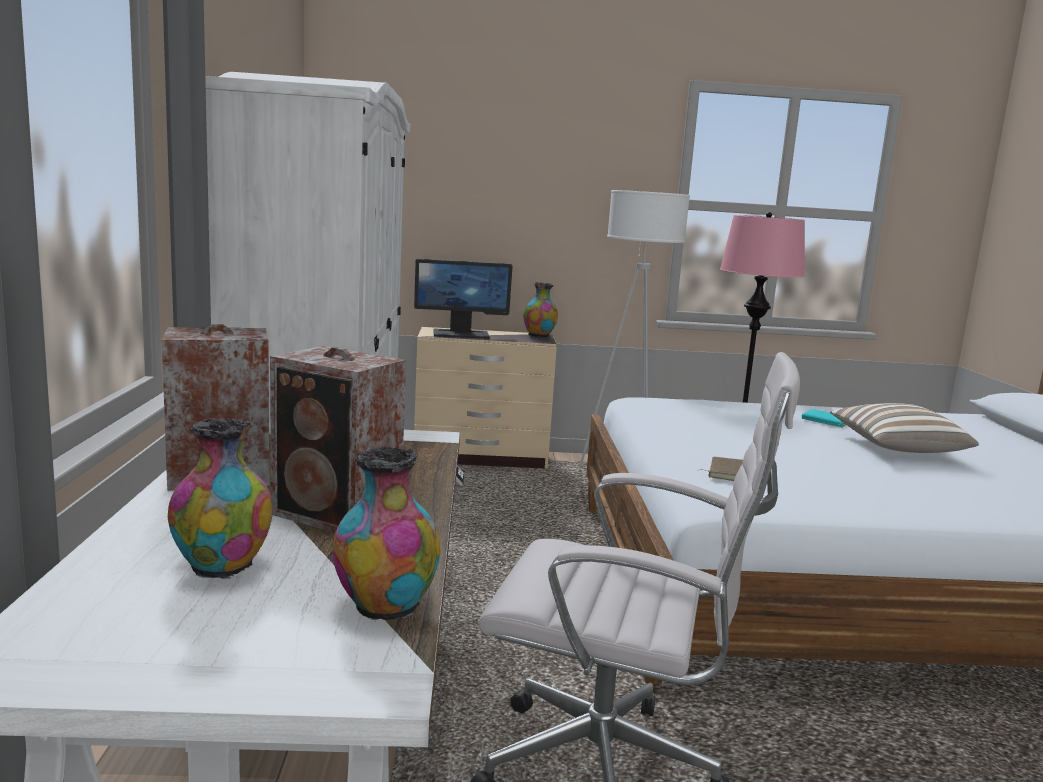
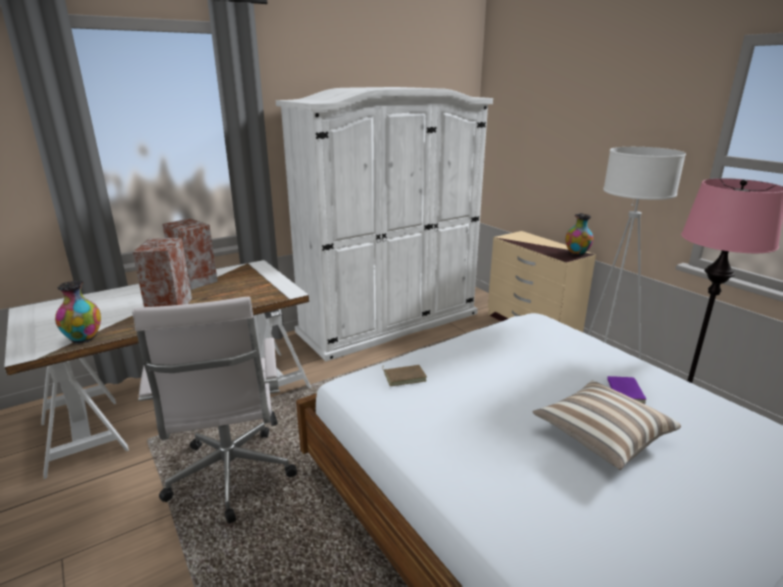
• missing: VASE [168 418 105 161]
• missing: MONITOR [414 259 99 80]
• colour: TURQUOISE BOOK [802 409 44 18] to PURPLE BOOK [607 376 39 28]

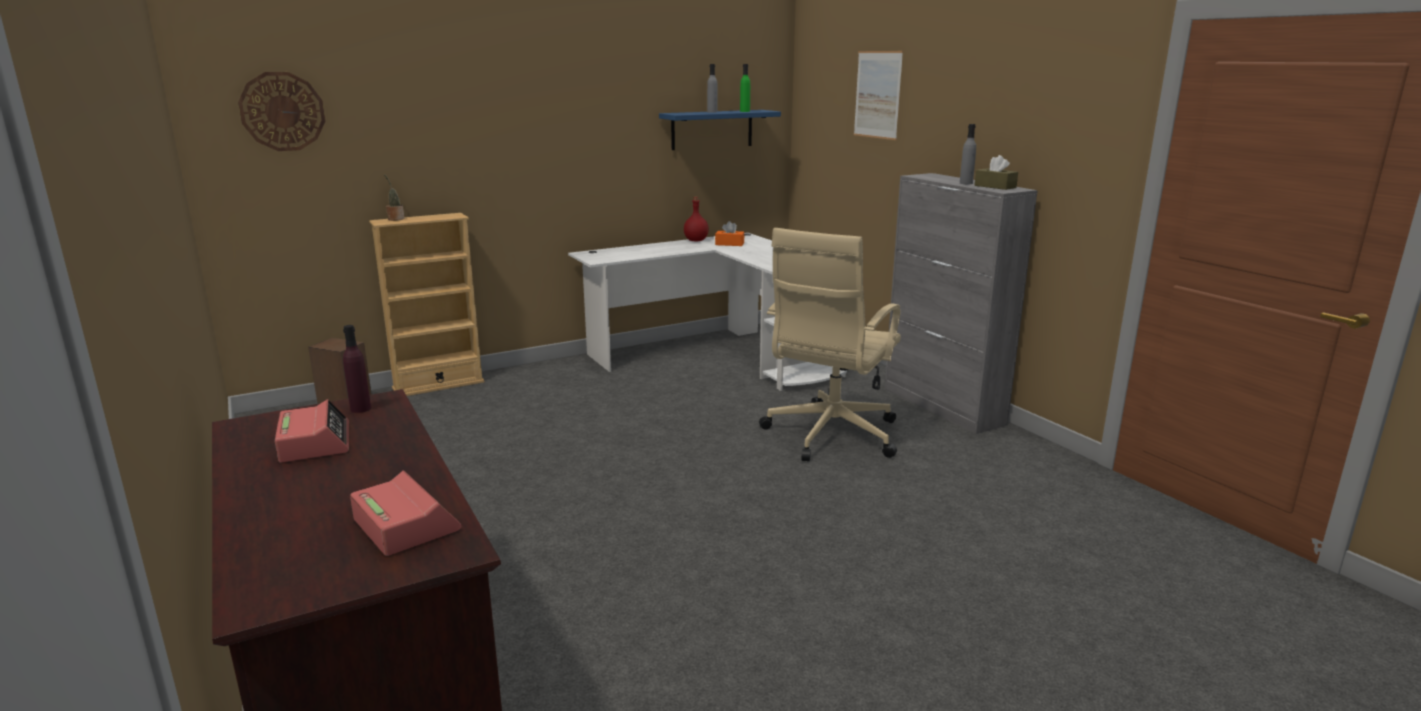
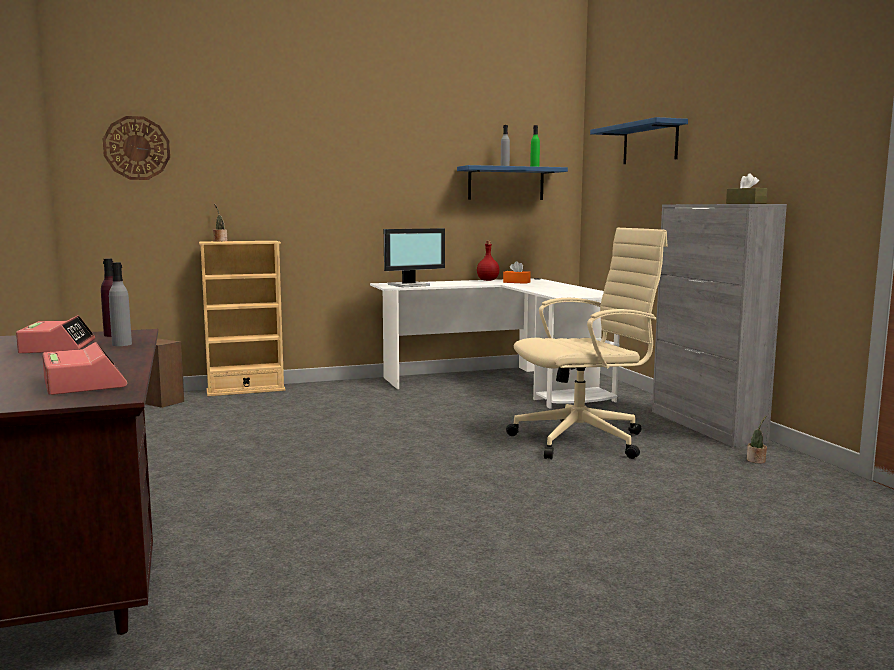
• appeared: MONITOR [384 228 61 59]
• appeared: POTTED PLANT [747 416 20 48]
• relocated: GREY BOTTLE [960 124 16 60] to [109 262 23 84]
• exchanged: PICTURE [854 51 49 89] to BLUE SHELF [590 117 98 47]
• spun: BEIGE OFFICE CHAIR [759 228 142 234] = [506 228 162 231] 150 degrees counterclockwise

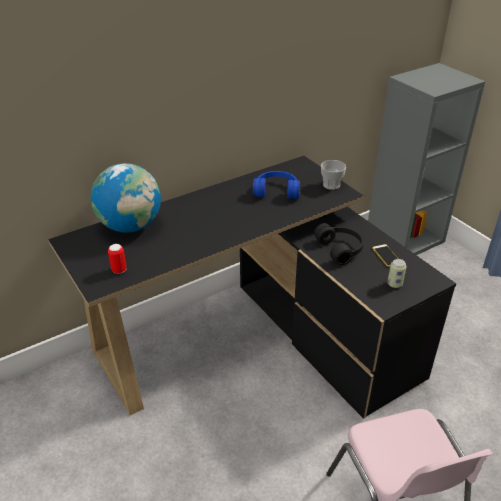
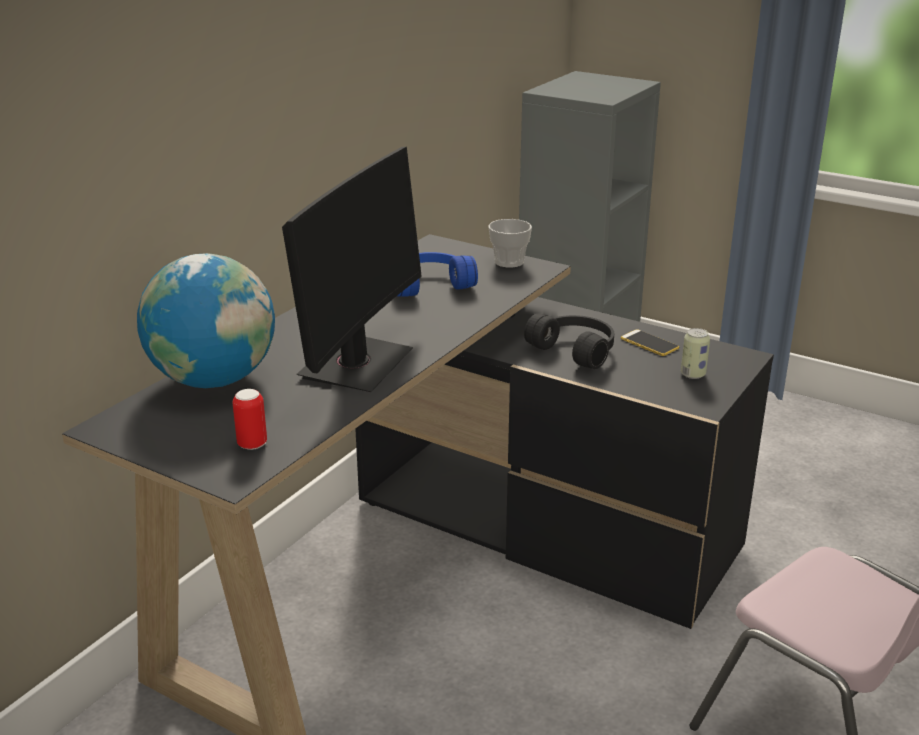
• appeared: MONITOR [282 147 140 245]

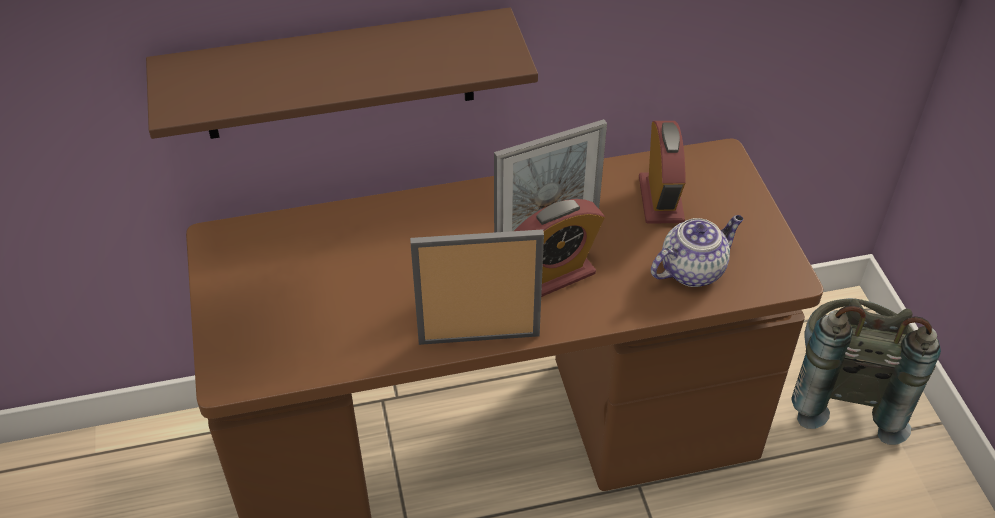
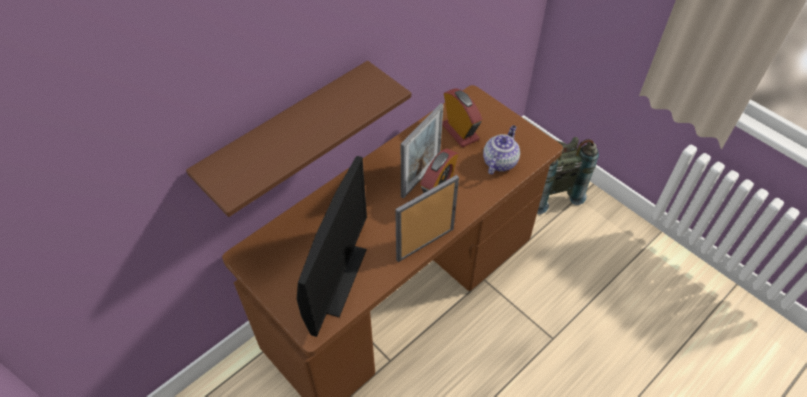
• appeared: MONITOR [297 156 70 181]

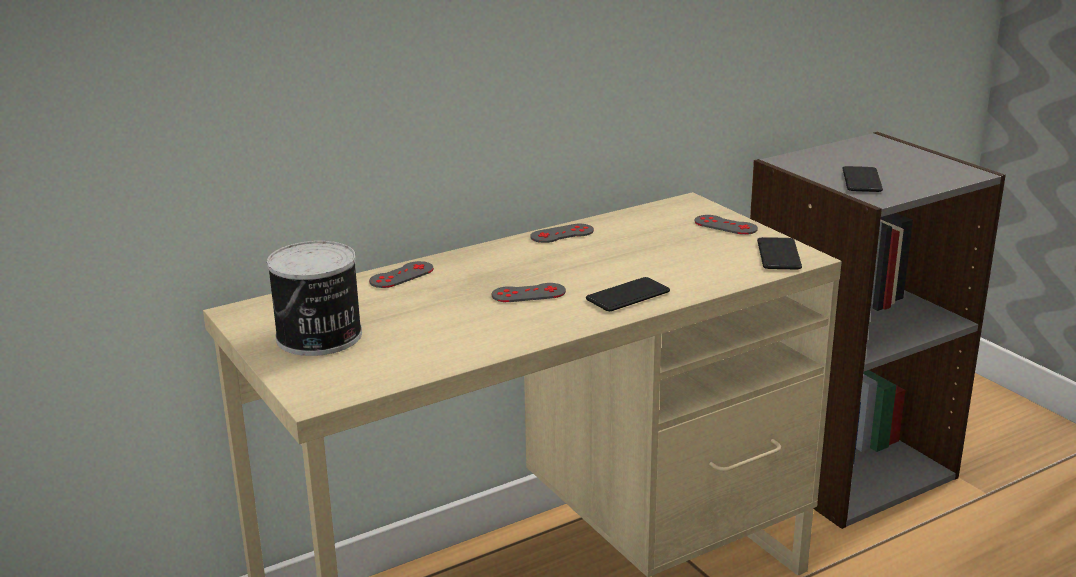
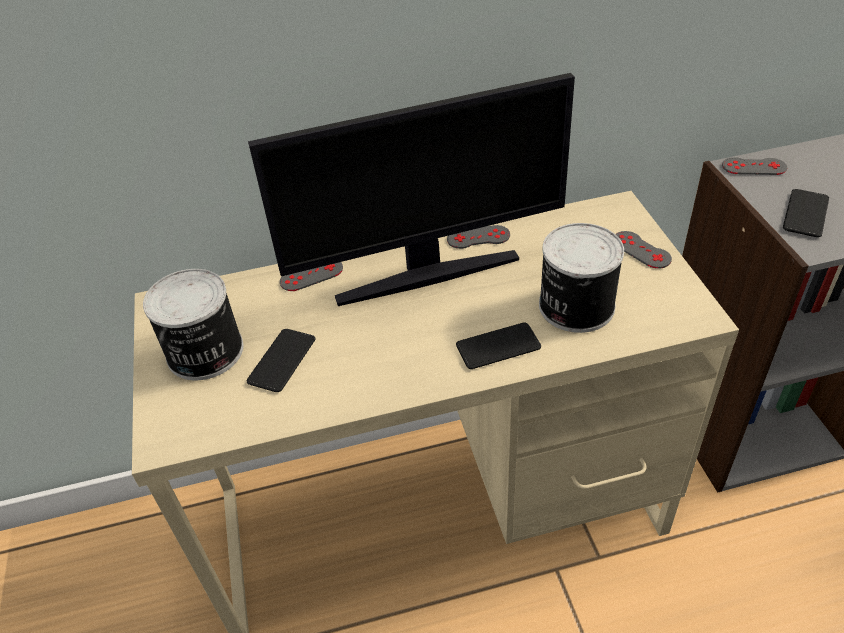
• appeared: MONITOR [248 73 327 233]
• appeared: CAN [539 223 85 110]
• relocated: GREY GAME CONTROLLER [492 283 74 19] to [722 157 65 18]
• relocated: PHONE [757 237 45 32] to [247 329 68 63]

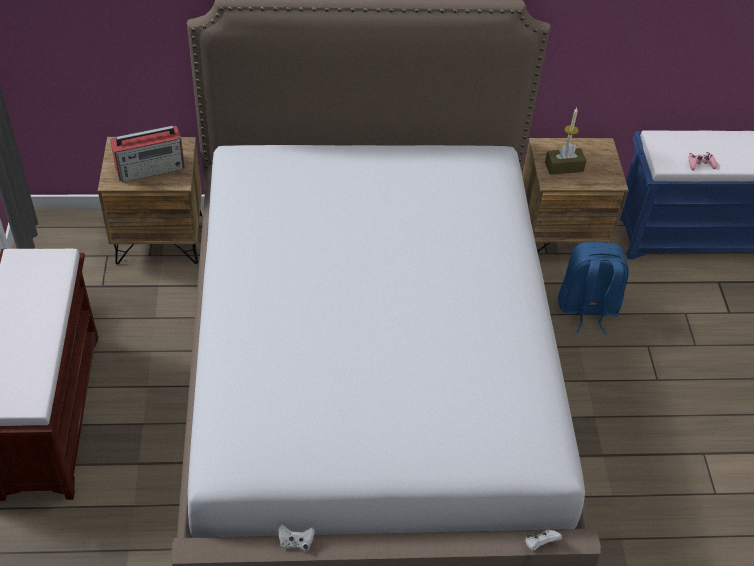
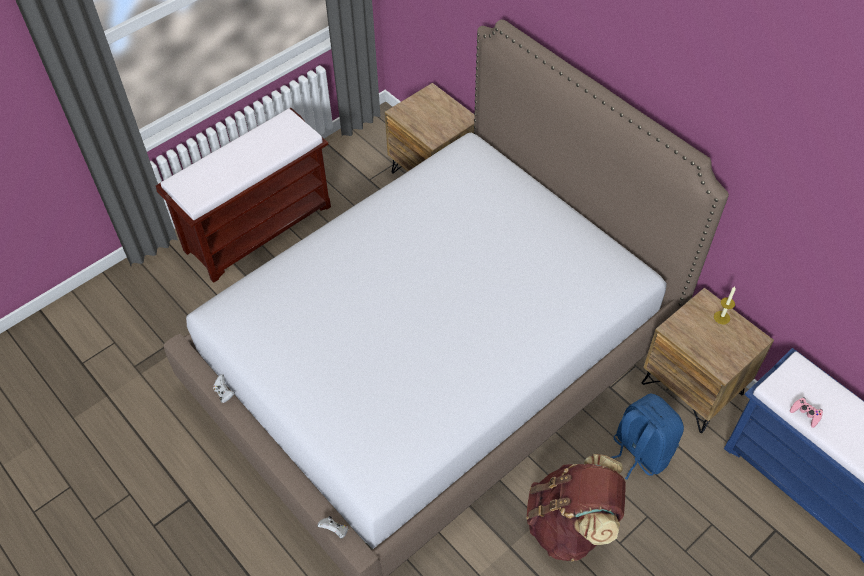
• missing: RADIO [110 126 75 56]
• missing: BROWN TISSUE BOX [545 143 41 32]
• appeared: BROWN BACKPACK [526 454 100 107]

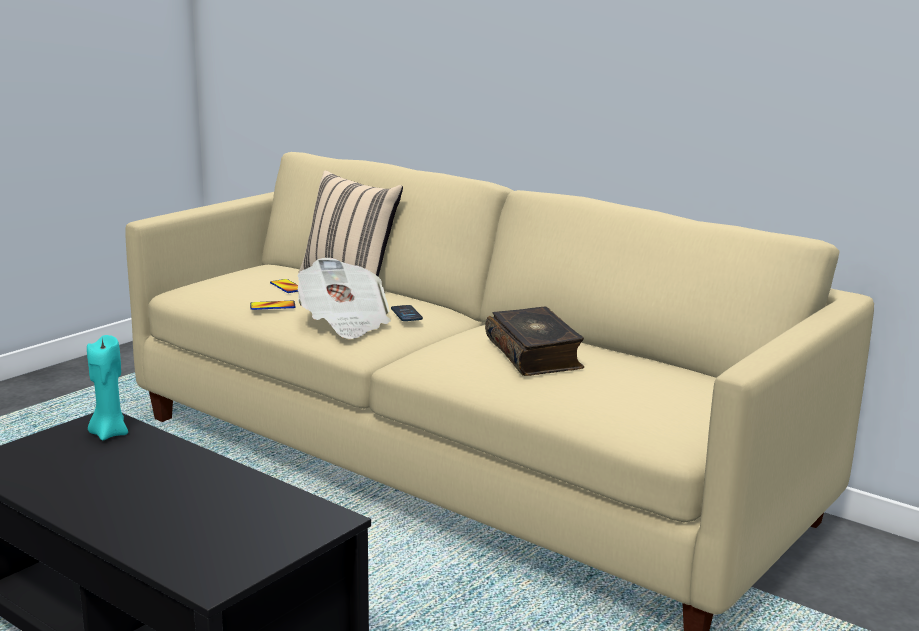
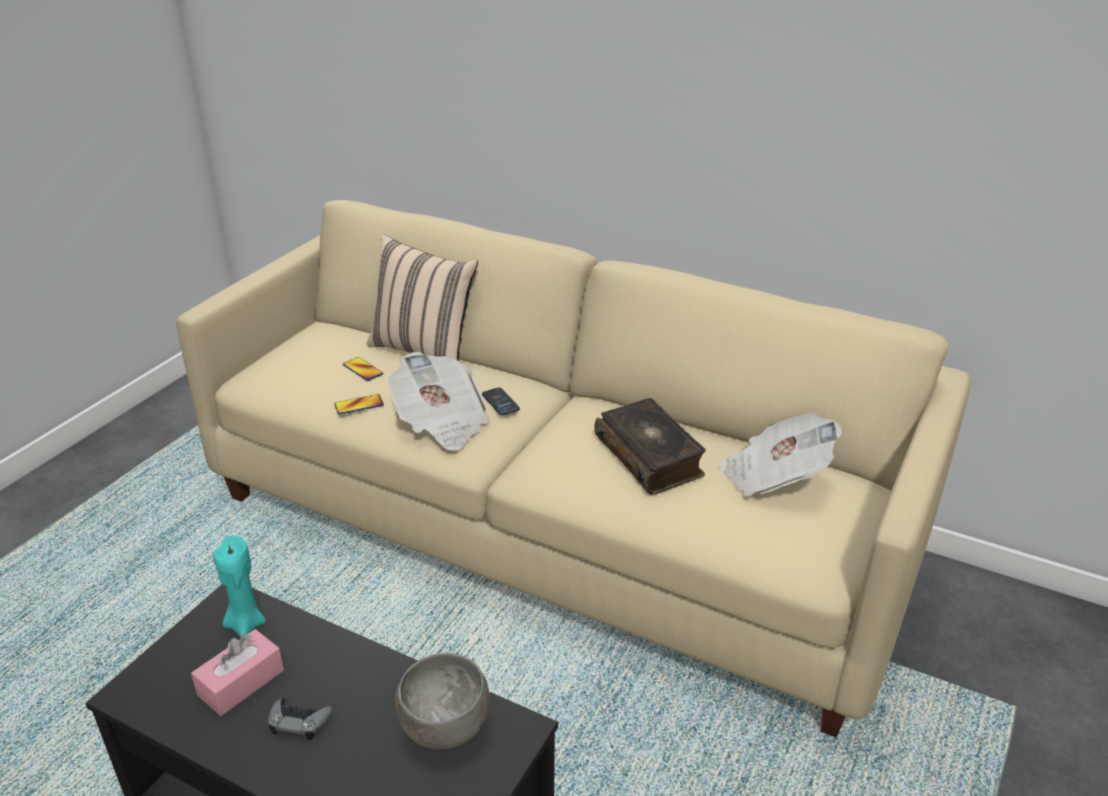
• appeared: PINK TISSUE BOX [191 629 93 87]
• appeared: GREY GAME CONTROLLER [268 698 64 42]
• appeared: GREY BOWL [395 653 94 97]
• appeared: NEWSPAPER [719 412 124 85]

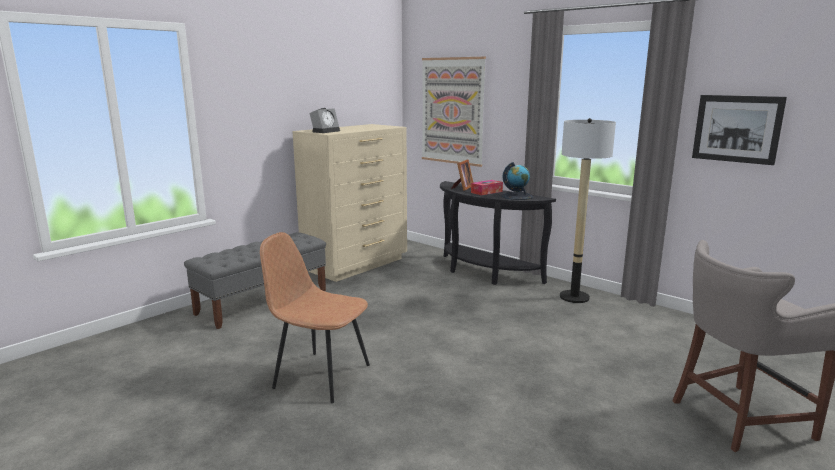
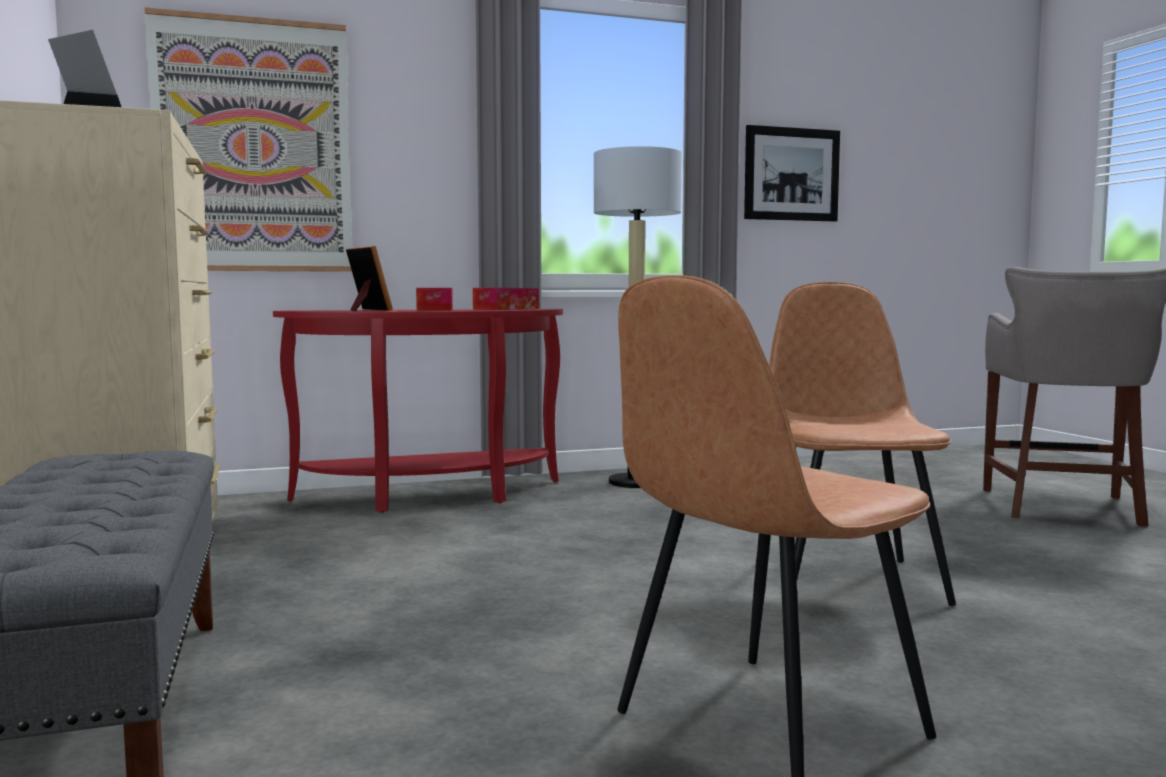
• appeared: BROWN CHAIR [769 282 187 324]
• exchanged: GLOBE [502 162 31 38] to TISSUE BOX [473 288 66 22]
• colour: BLACK CONSOLE TABLE [440 181 116 104] to RED CONSOLE TABLE [273 309 290 204]

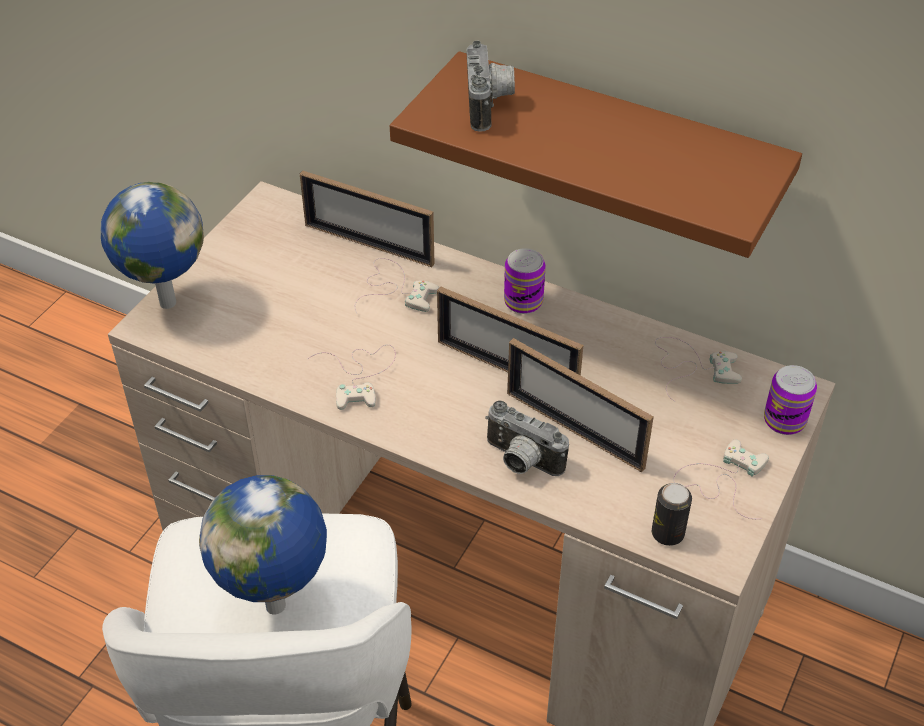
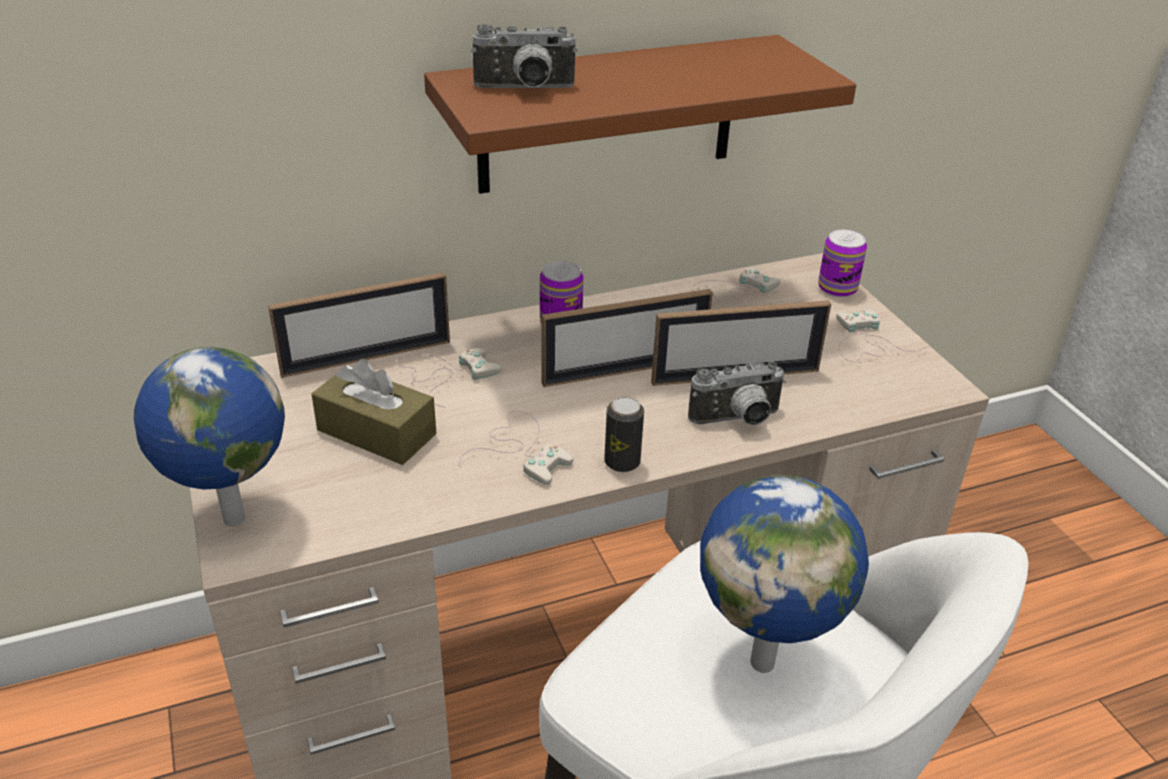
• appeared: BROWN TISSUE BOX [311 359 126 106]
• relocated: CAN [652 483 40 63] to [604 397 40 75]
• spun: PHOTO CAMERA [467 40 48 92] = [471 24 106 64] 135 degrees clockwise

